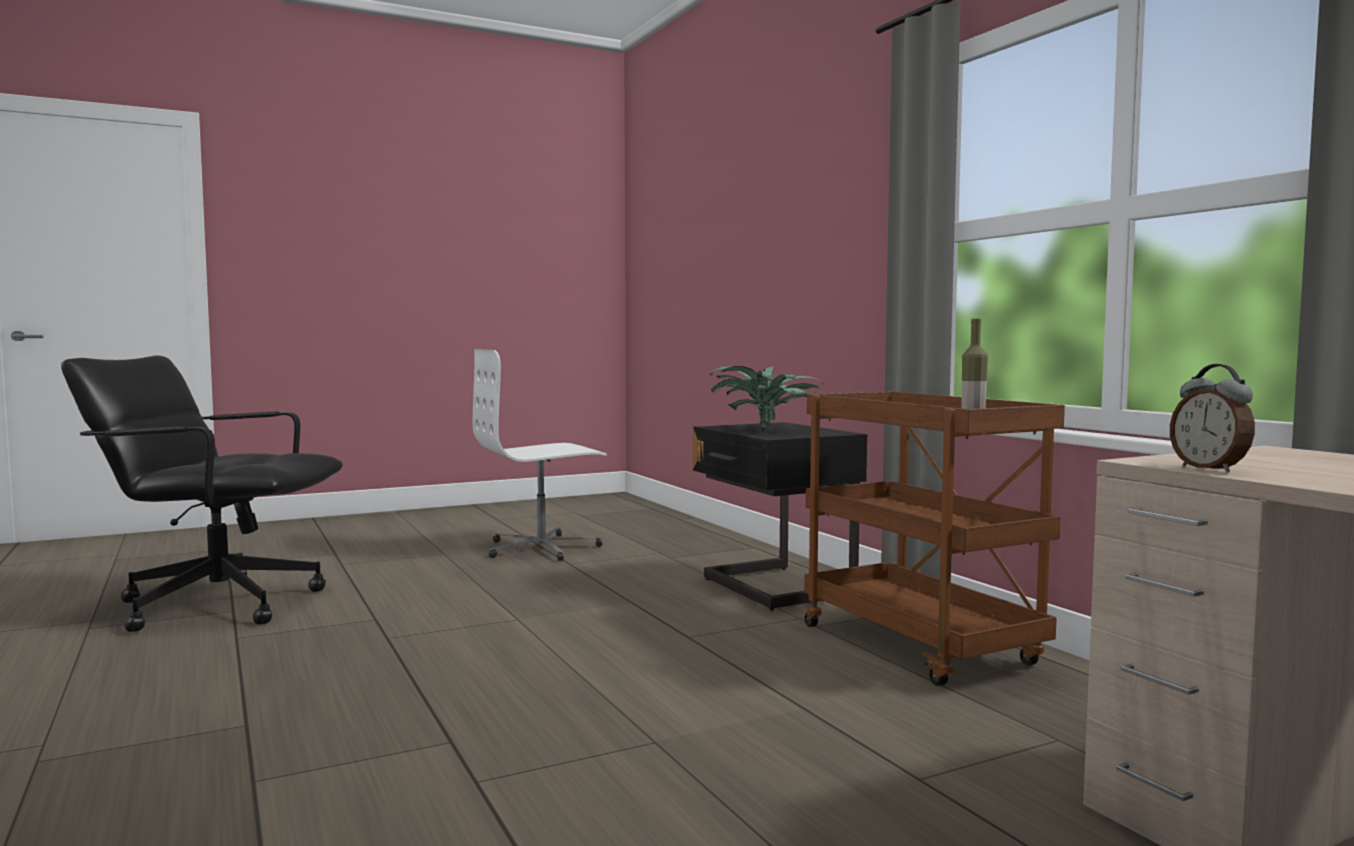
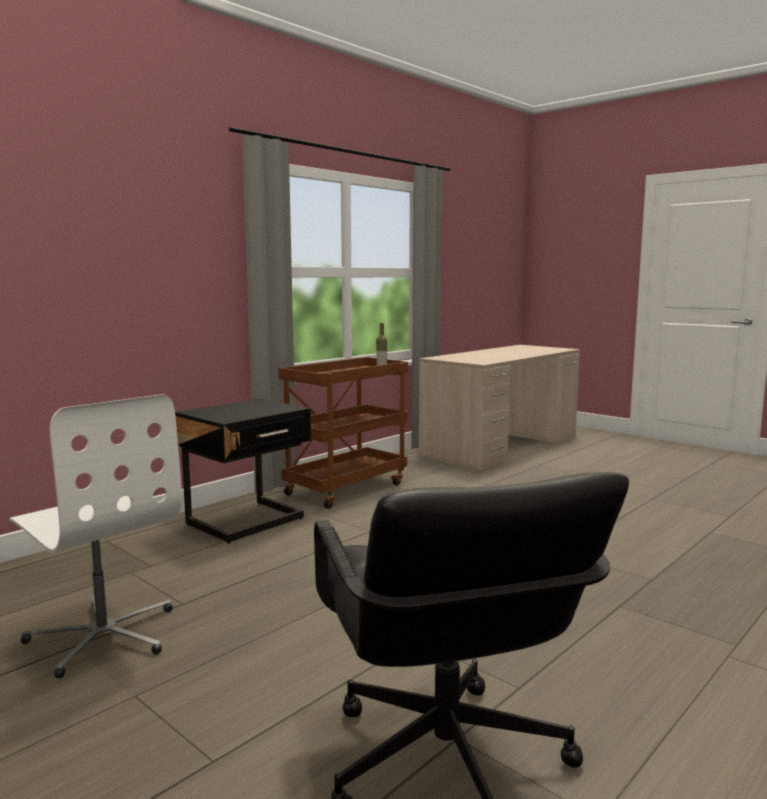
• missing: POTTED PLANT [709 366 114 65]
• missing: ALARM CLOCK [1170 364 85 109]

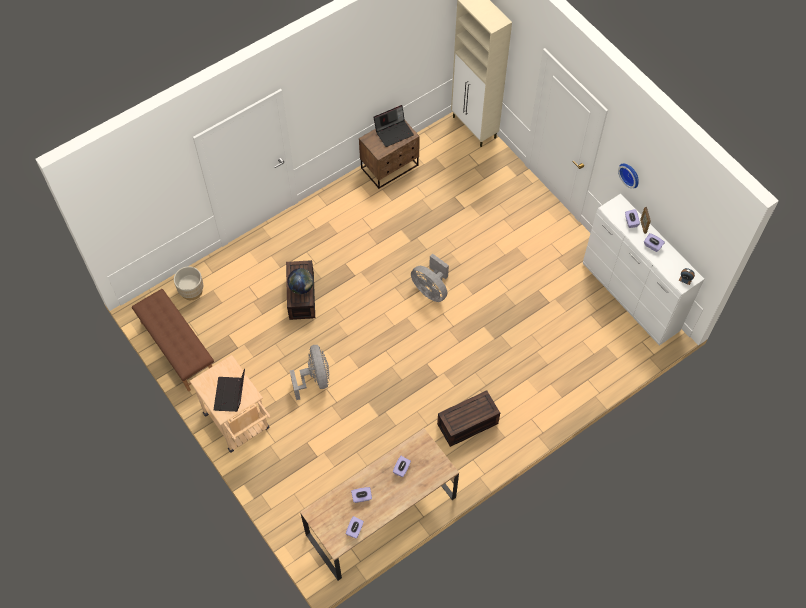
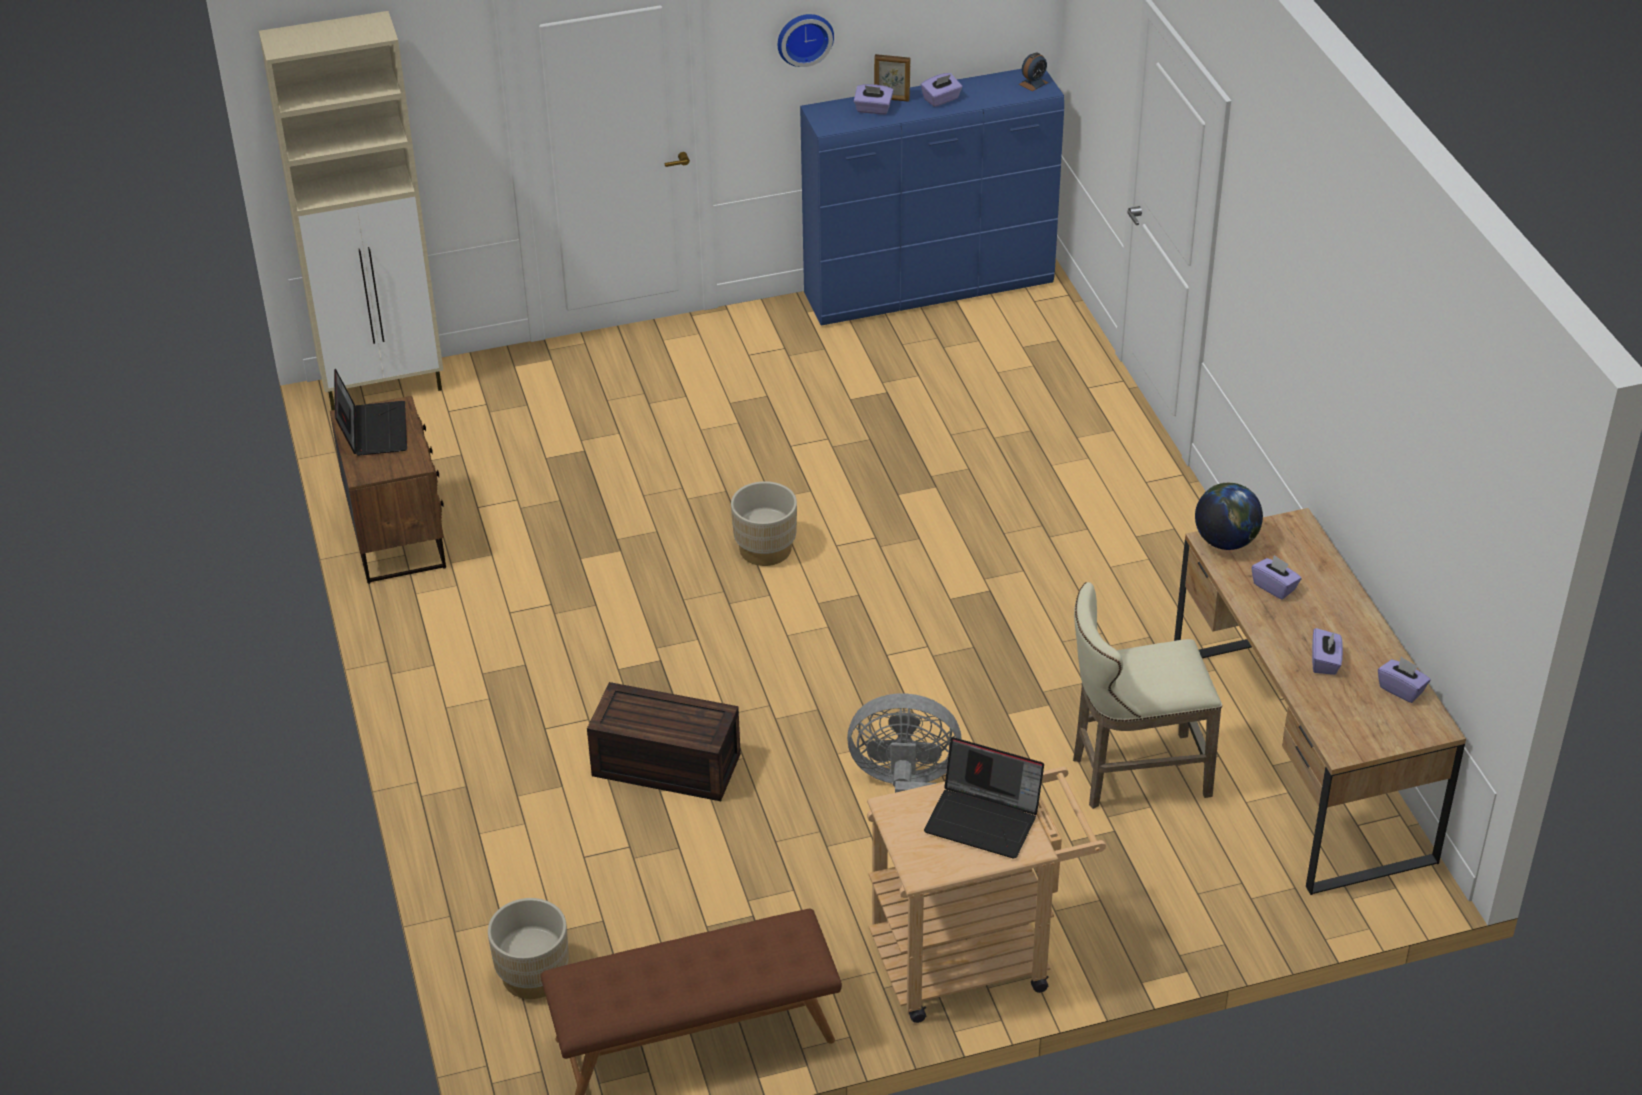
• missing: BROWN STORAGE BOX [437 390 63 57]
• appeared: BEIGE STOOL [1073 582 149 227]
• relocated: GLOBE [287 268 27 26] to [1195 483 68 67]
• exchanged: GREY FAN [411 253 38 49] to BEIGE PLANTER [731 481 66 85]
• colour: WHITE DRESSER [583 194 121 151] to BLUE DRESSER [800 69 264 257]

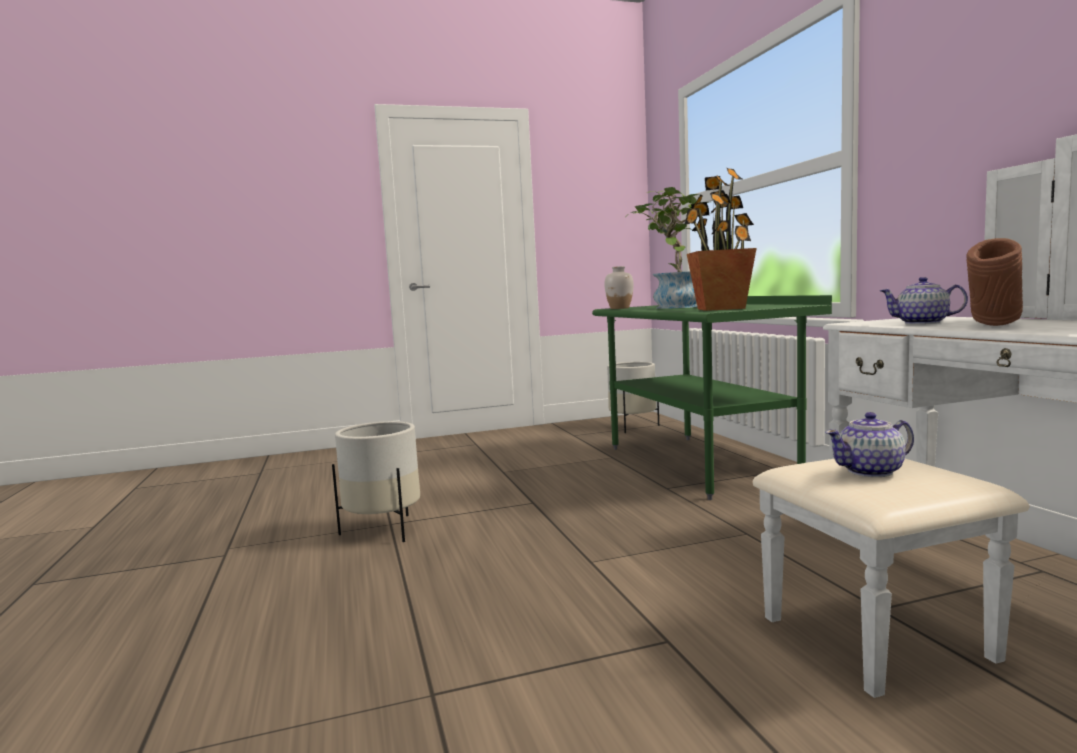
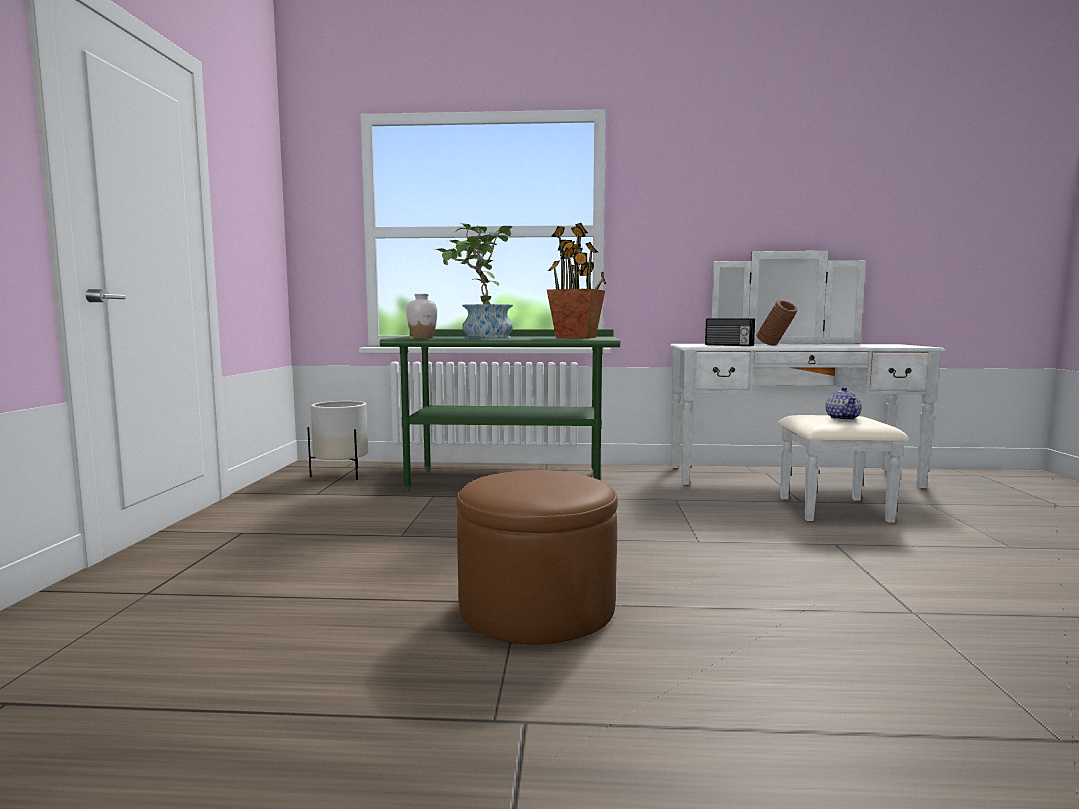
• exchanged: WHITE PLANTER [332 421 88 121] to BROWN OTTOMAN [457 470 161 174]
• exchanged: TEAPOT [880 277 88 47] to RADIO [705 318 50 28]

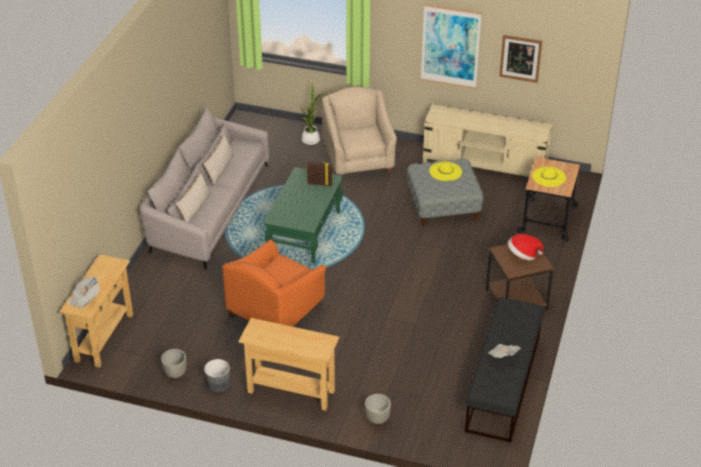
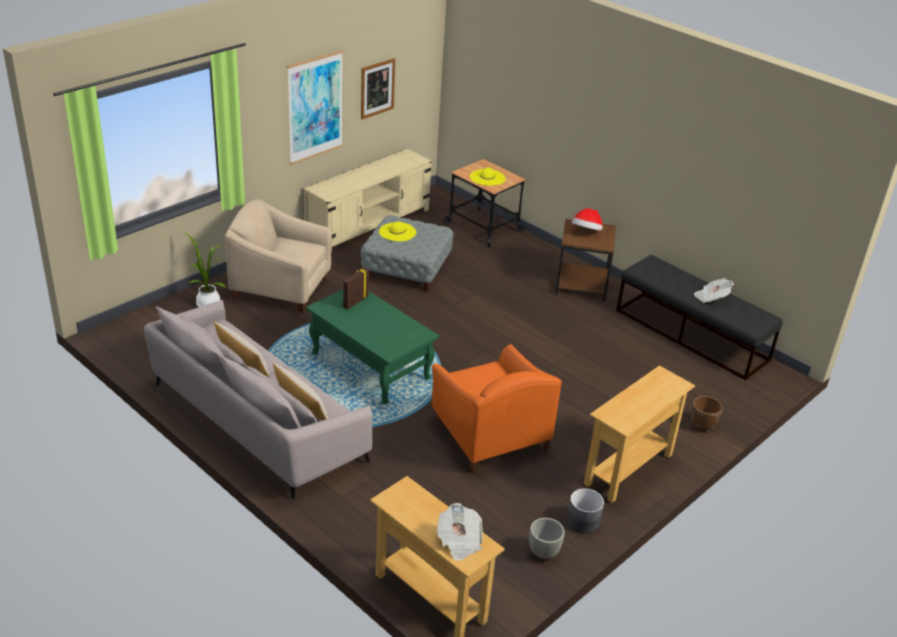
• colour: GREY PLANTER [365 394 26 30] to BROWN PLANTER [691 396 32 35]

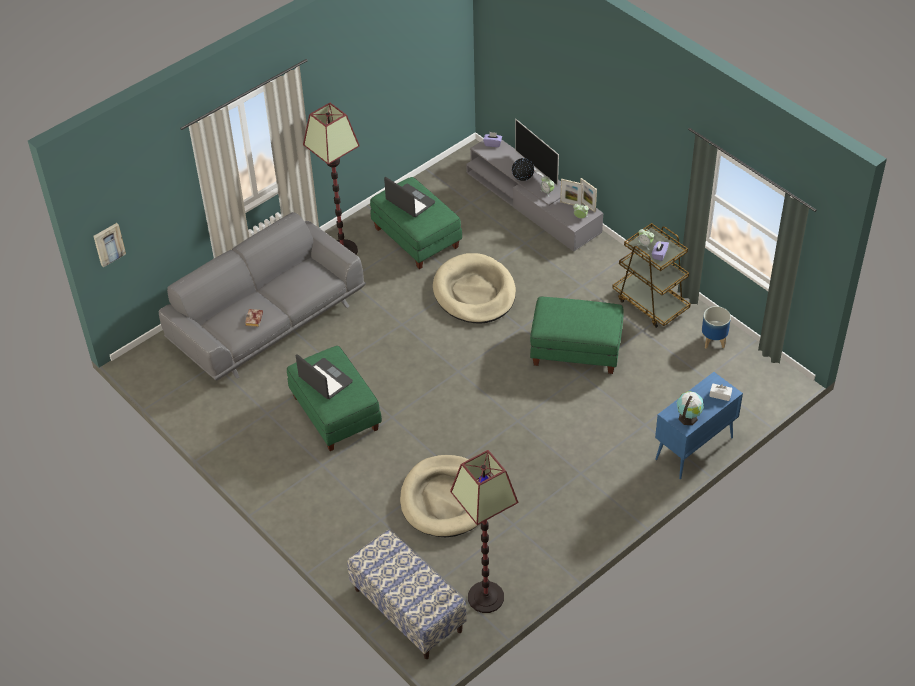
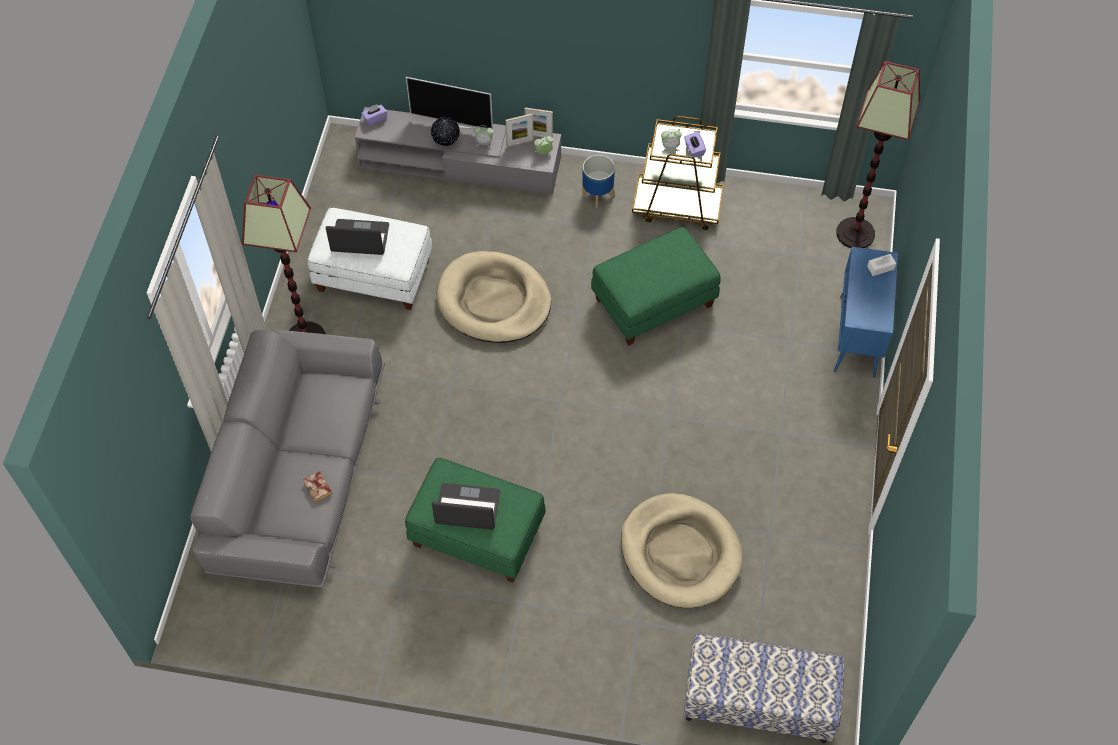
• missing: PICTURE [93 223 33 44]
• missing: GLOBE [677 391 27 34]
• relocated: FLOOR LAMP [450 450 68 163] to [836 61 84 187]
• relocated: PLANTER [702 306 29 43] to [582 155 33 53]
• colour: GREEN OTTOMAN [370 177 92 92] to WHITE OTTOMAN [307 207 126 103]

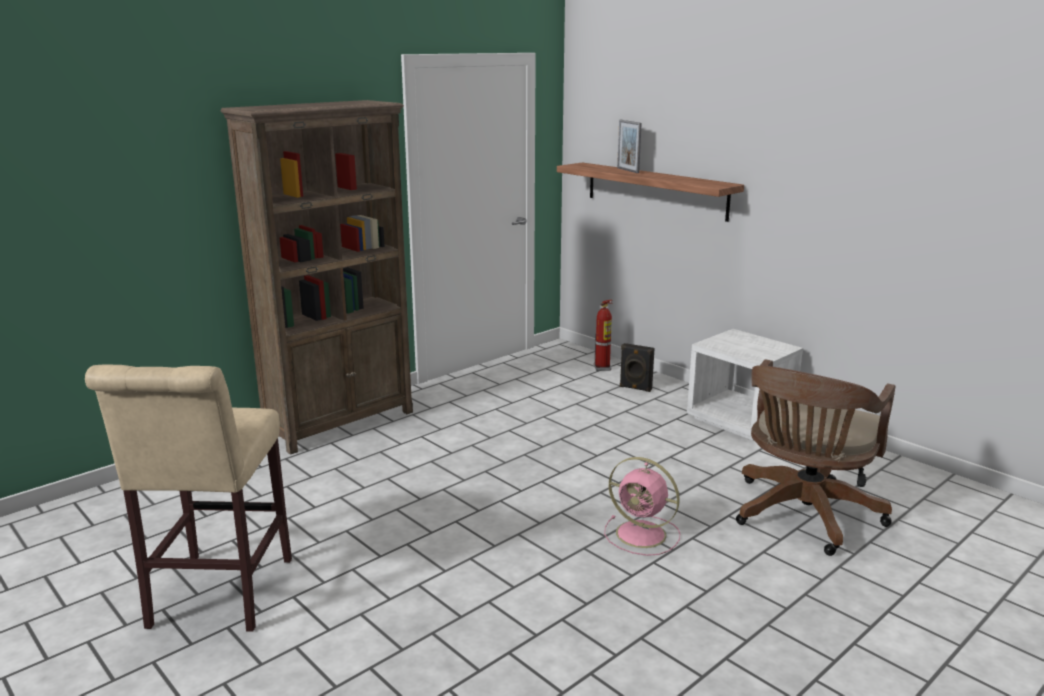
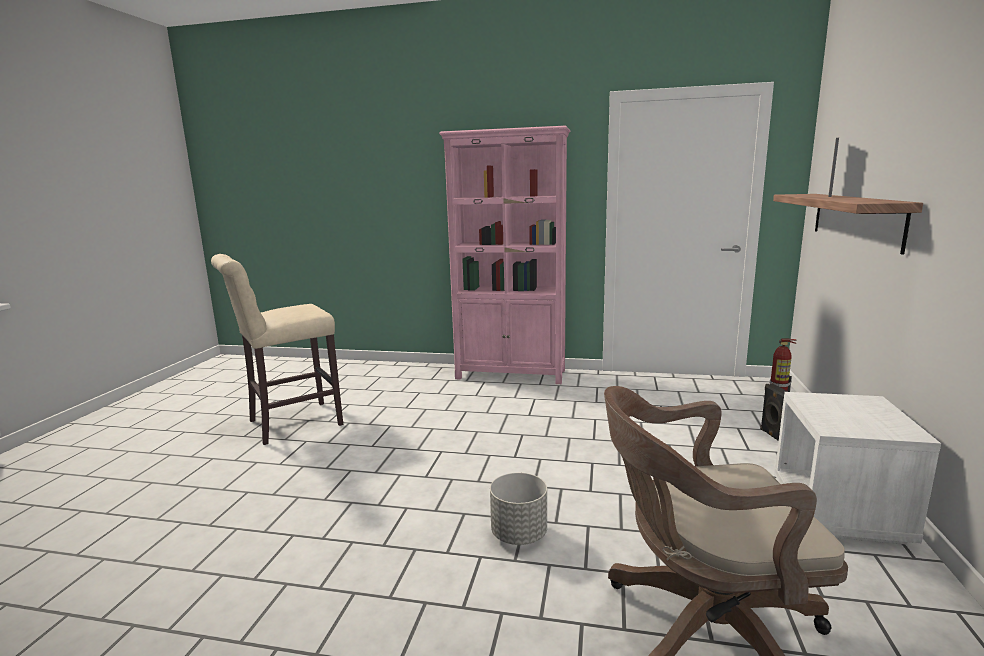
• exchanged: PINK FAN [604 457 76 99] to GREY PLANTER [490 473 57 72]
• colour: BROWN BOOKCASE [221 100 192 355] to PINK BOOKCASE [439 126 132 258]

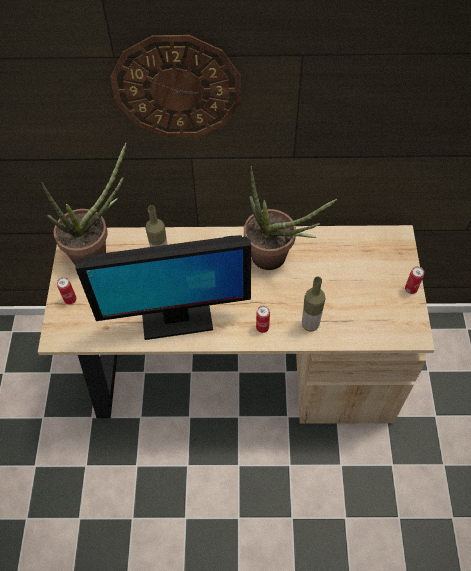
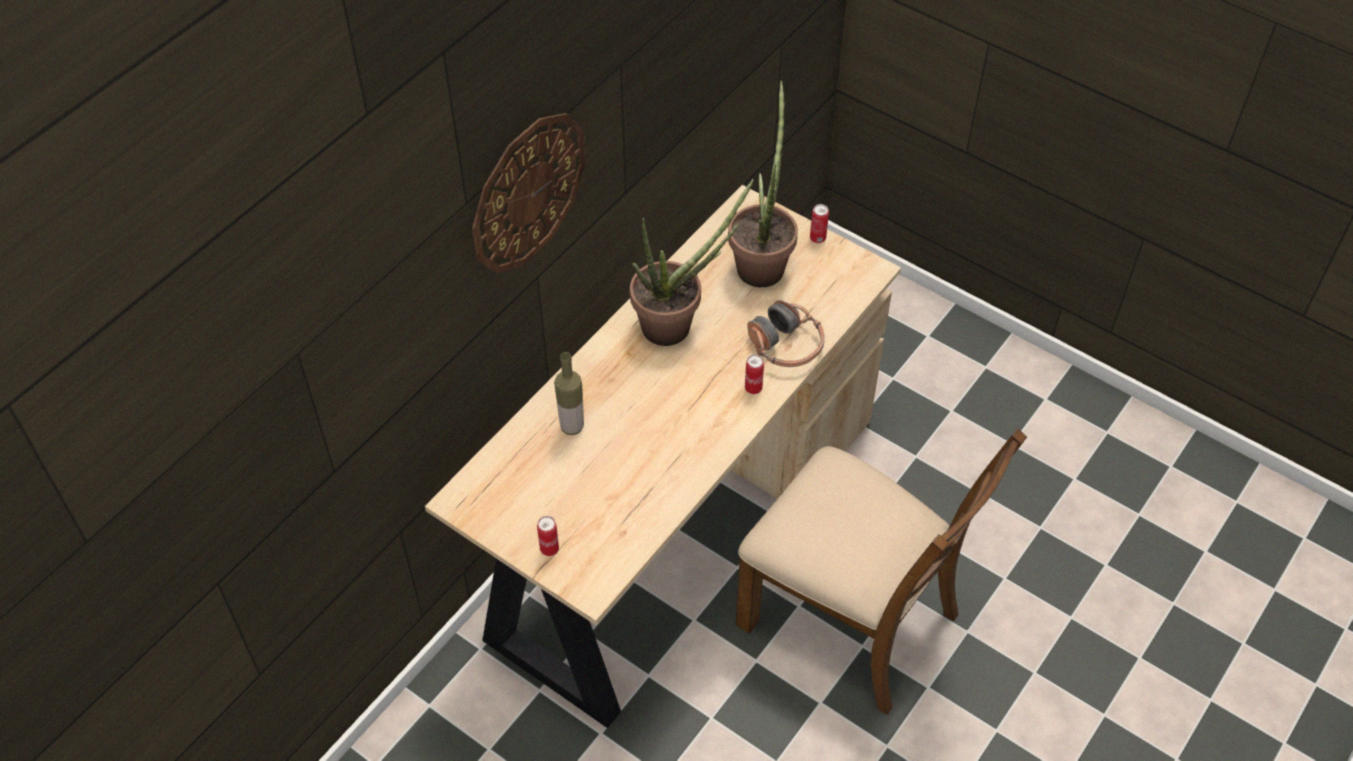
• missing: MONITOR [75 235 176 105]
• appeared: BROWN CHAIR [736 429 291 286]
• relocated: POTTED PLANT [42 143 85 121] to [728 81 70 206]
• exchanged: BOTTLE [302 277 23 55] to HEADPHONES [747 300 78 67]

